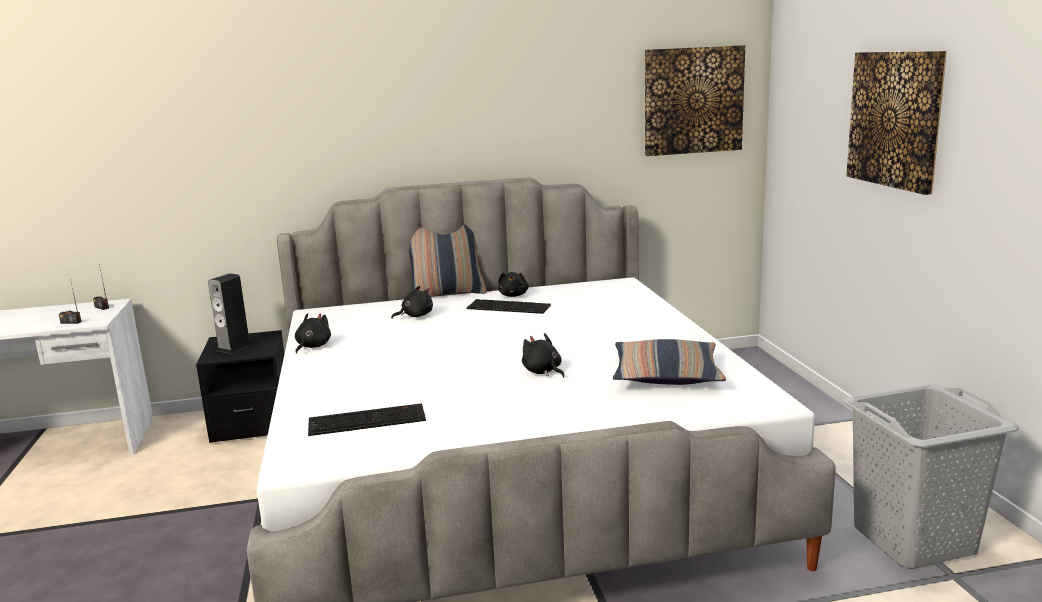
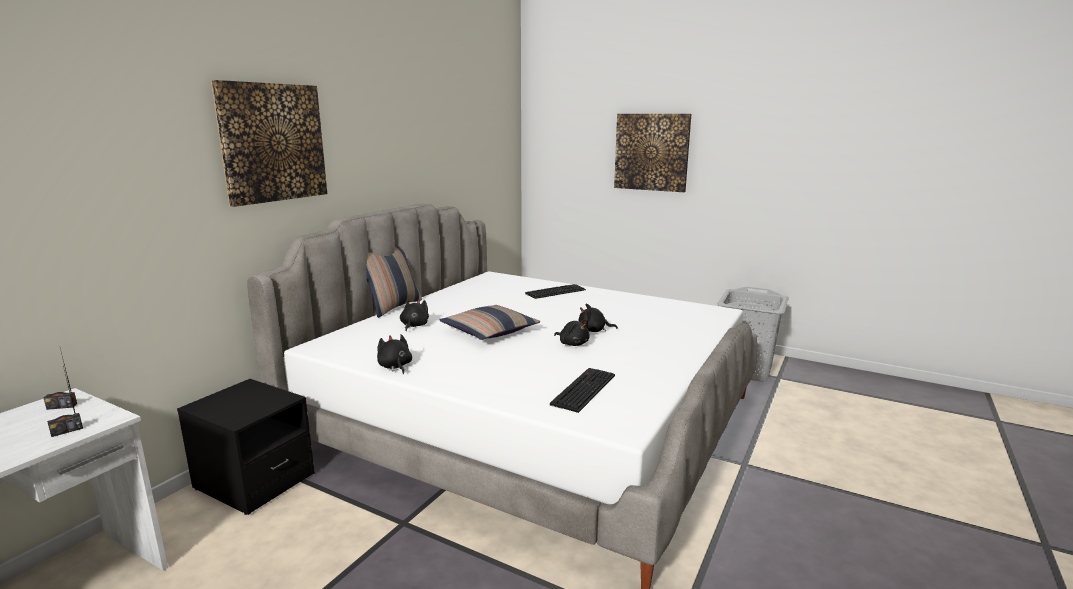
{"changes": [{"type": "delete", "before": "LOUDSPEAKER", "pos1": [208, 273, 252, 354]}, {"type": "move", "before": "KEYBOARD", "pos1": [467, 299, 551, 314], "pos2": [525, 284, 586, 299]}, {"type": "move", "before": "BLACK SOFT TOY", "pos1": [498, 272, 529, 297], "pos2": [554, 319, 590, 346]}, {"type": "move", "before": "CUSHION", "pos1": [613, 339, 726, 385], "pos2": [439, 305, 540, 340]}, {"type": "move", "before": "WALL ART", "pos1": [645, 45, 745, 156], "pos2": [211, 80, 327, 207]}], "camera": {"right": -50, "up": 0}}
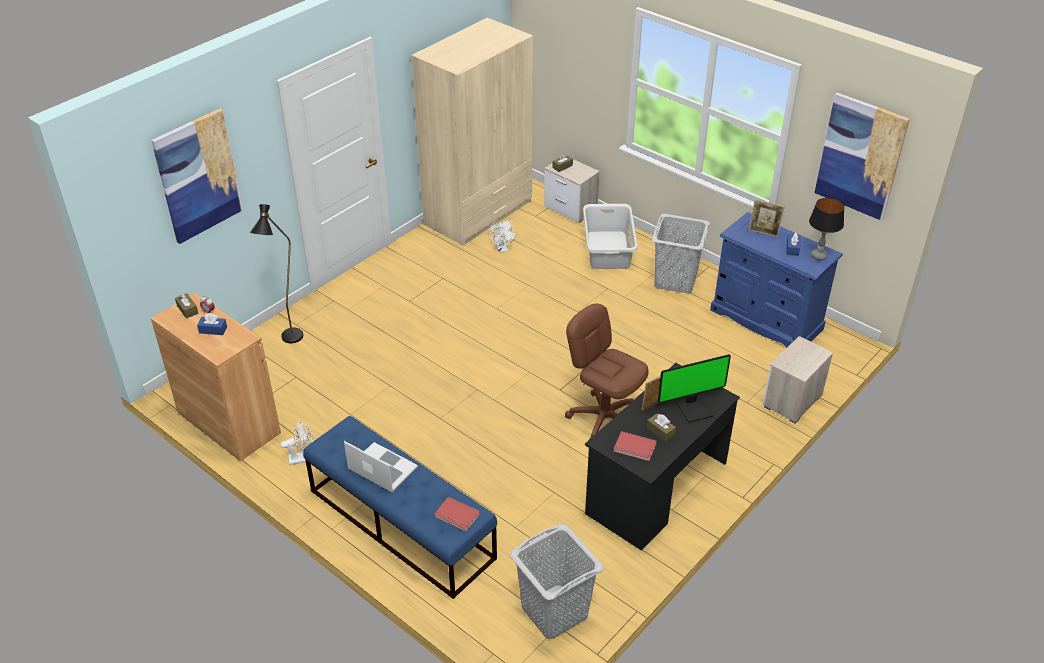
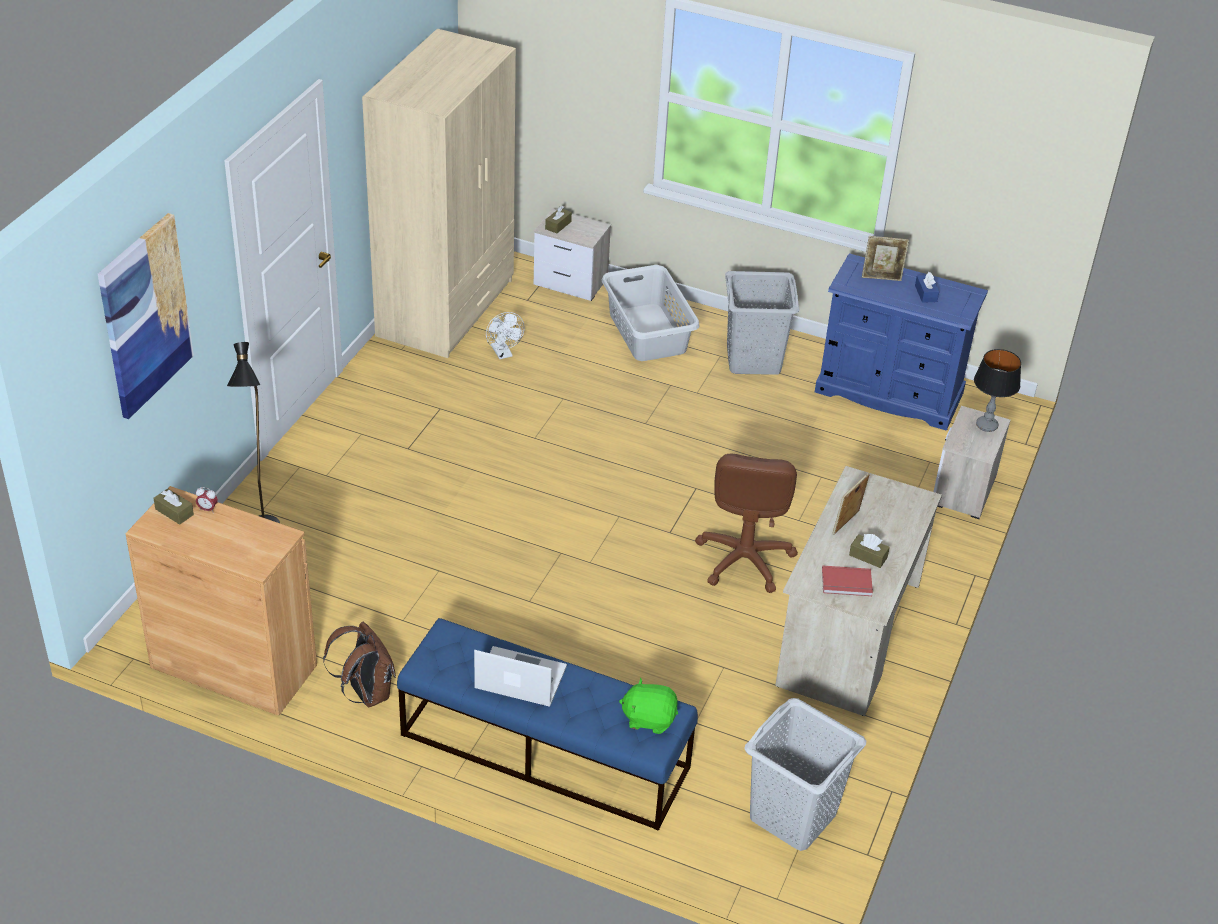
{"changes": [{"type": "delete", "before": "BLUISH BOX OF TISSUES", "pos1": [197, 313, 227, 335]}, {"type": "replace", "before": "WHITE ELECTRIC FAN", "after": "BROWNISH RUCKSACK", "pos1": [281, 422, 314, 465], "pos2": [323, 621, 396, 708]}, {"type": "replace", "before": "RED-COLOURED VOLUME", "after": "GREEN SOFT TOY", "pos1": [434, 497, 480, 531], "pos2": [619, 678, 678, 734]}, {"type": "rotate", "before": "BROWNISH COMPUTER CHAIR", "pos1": [565, 303, 649, 439], "pos2": [695, 454, 798, 593], "turn": -105}, {"type": "recolor", "before": "BLACK DESK TABLE", "after": "SAND-COLOURED DESK TABLE", "pos1": [585, 363, 740, 551], "pos2": [775, 466, 942, 716]}, {"type": "delete", "before": "COMPUTER SCREEN", "pos1": [658, 354, 731, 423]}, {"type": "move", "before": "TABLE LAMP", "pos1": [809, 198, 844, 260], "pos2": [974, 349, 1021, 432]}, {"type": "delete", "before": "WALL ART", "pos1": [814, 92, 910, 221]}], "camera": {"right": -20, "up": 0}}
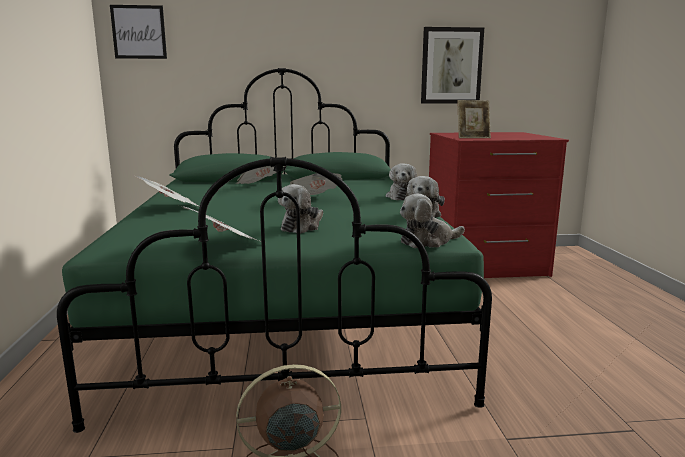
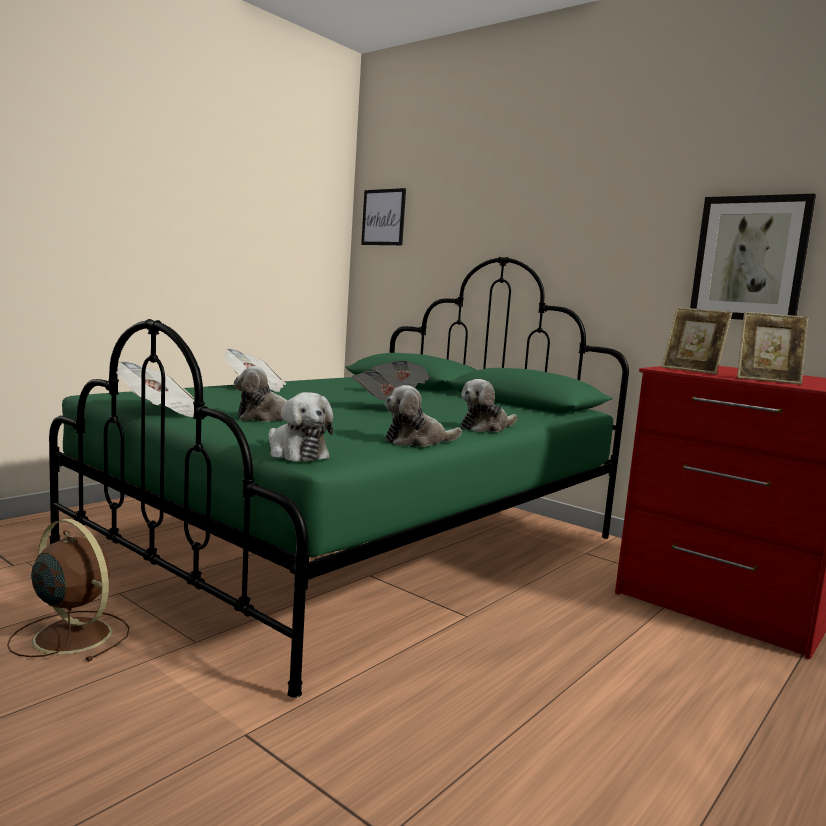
{"changes": [{"type": "rotate", "before": "SOFT TOY", "pos1": [400, 194, 465, 248], "pos2": [268, 392, 333, 462], "turn": -150}, {"type": "insert", "after": "STANDING FRAME", "pos2": [737, 312, 808, 385]}], "camera": {"right": 45, "up": -5}}
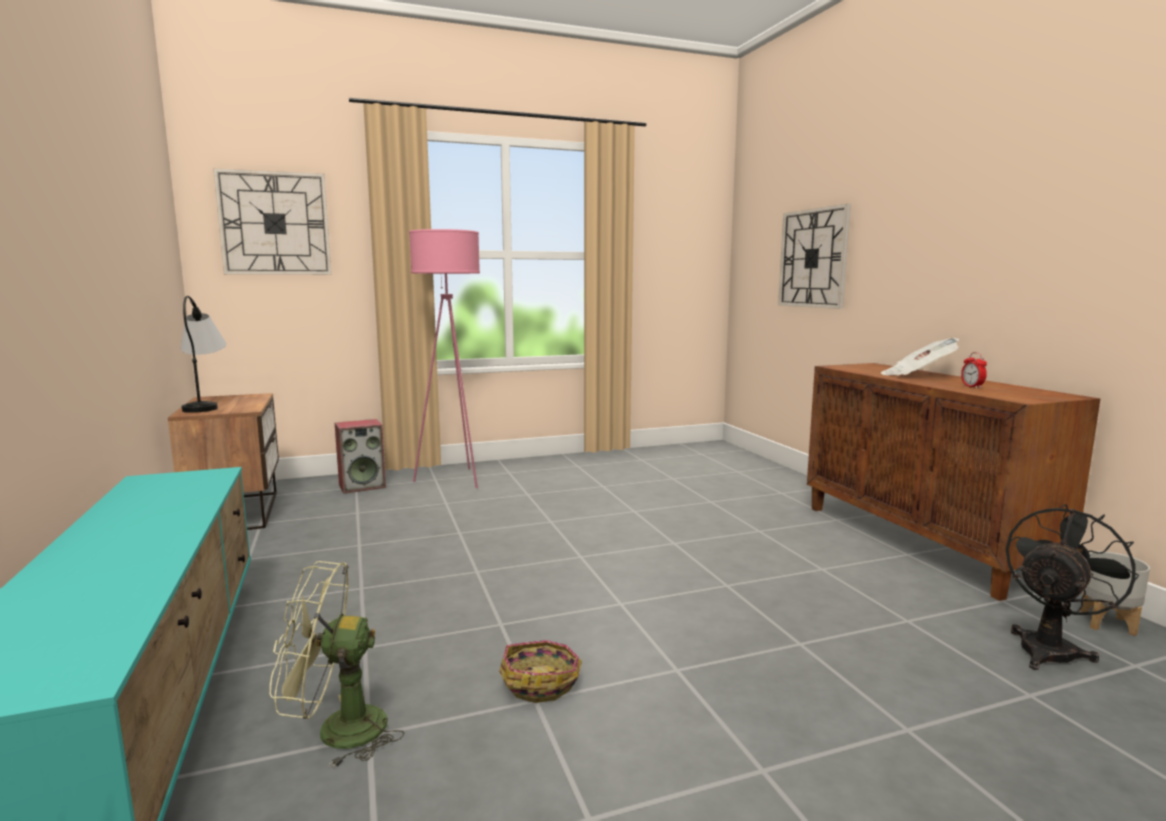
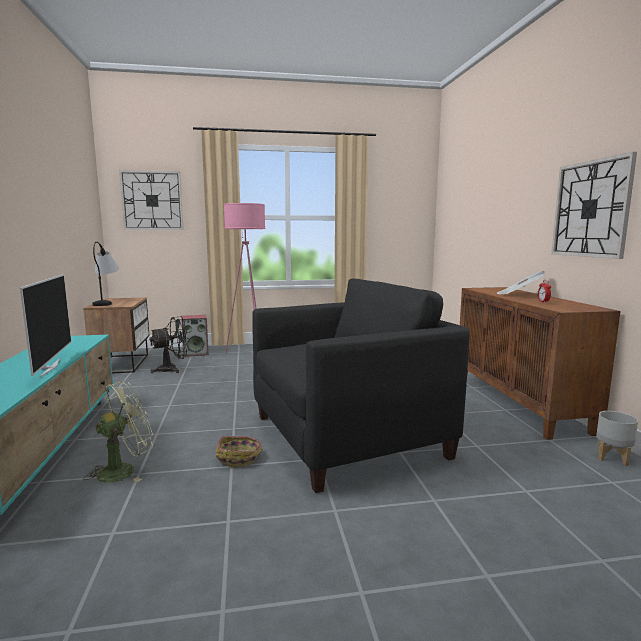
{"changes": [{"type": "rotate", "before": "GREEN ELECTRIC FAN", "pos1": [270, 561, 404, 769], "pos2": [83, 381, 153, 482], "turn": 135}, {"type": "move", "before": "WALL CLOCK", "pos1": [778, 204, 851, 309], "pos2": [551, 152, 637, 259]}, {"type": "move", "before": "BLACK ELECTRIC FAN", "pos1": [1006, 504, 1139, 670], "pos2": [149, 317, 189, 373]}, {"type": "insert", "after": "TV SET", "pos2": [20, 274, 72, 377]}, {"type": "insert", "after": "BLACK ARMCHAIR", "pos2": [252, 278, 470, 493]}], "camera": {"right": 10, "up": 0}}
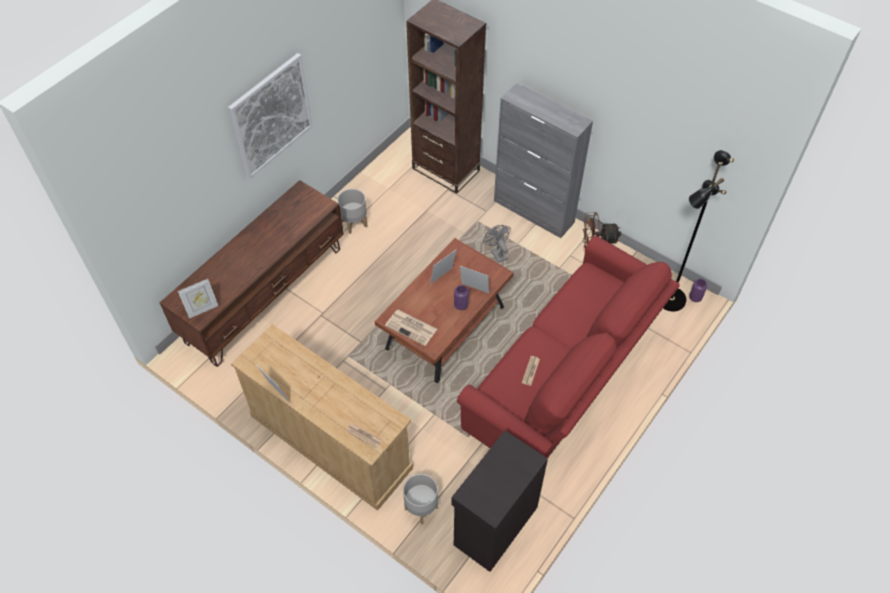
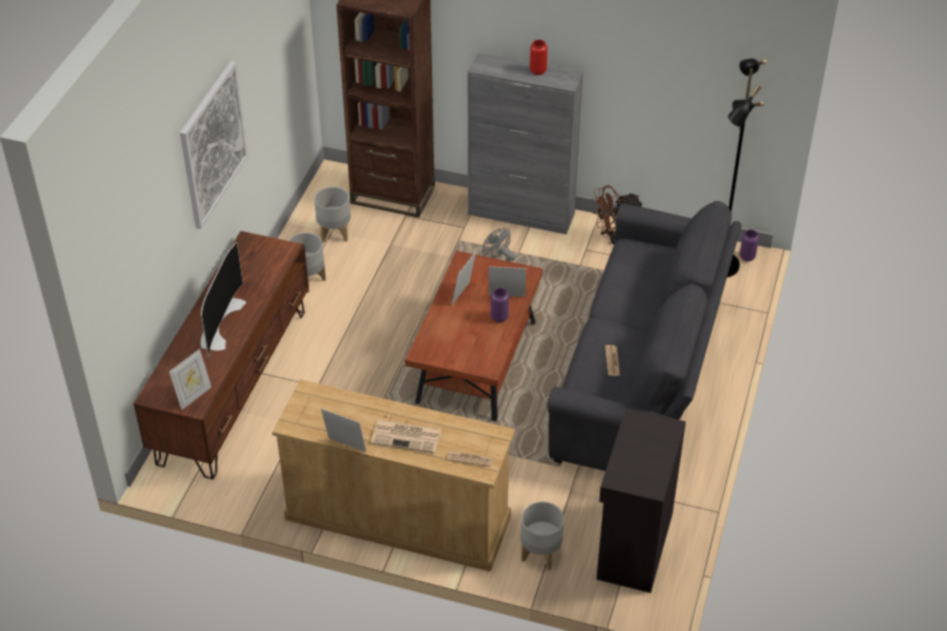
{"changes": [{"type": "move", "before": "PRINTED PAPER", "pos1": [385, 309, 437, 346], "pos2": [371, 420, 441, 453]}, {"type": "recolor", "before": "RED-COLOURED SETTEE", "after": "GREY SETTEE", "pos1": [457, 235, 680, 458], "pos2": [547, 201, 741, 471]}, {"type": "insert", "after": "TV SET", "pos2": [201, 242, 246, 358]}, {"type": "insert", "after": "GREY PLANT POT", "pos2": [314, 186, 351, 243]}, {"type": "insert", "after": "RED-COLOURED FLOWER VASE", "pos2": [530, 40, 548, 75]}], "camera": {"right": -20, "up": -10}}
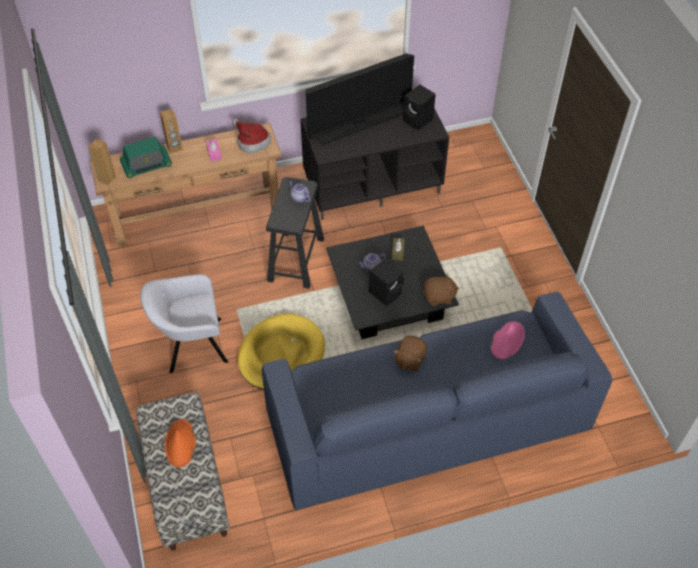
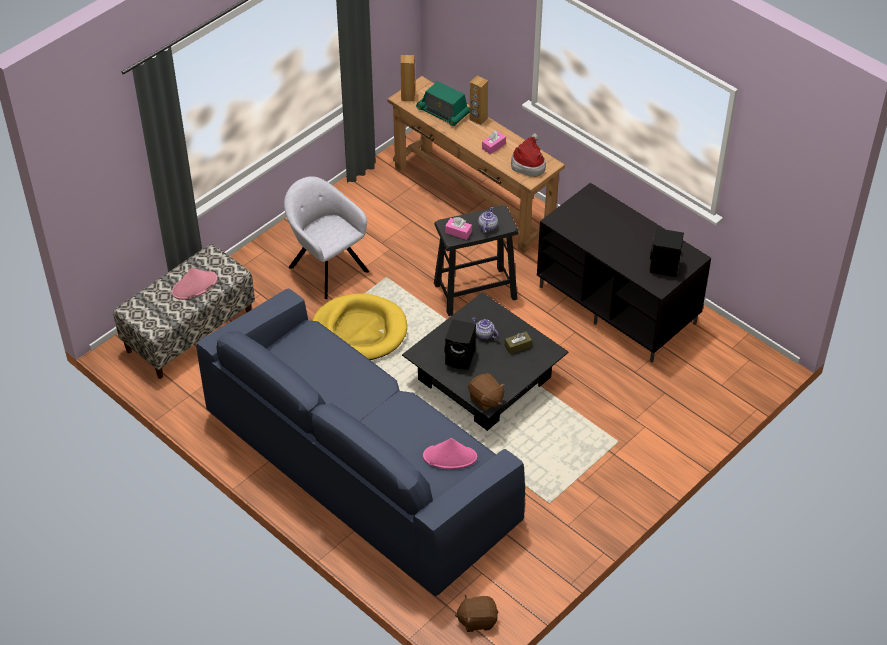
{"changes": [{"type": "recolor", "before": "ORANGE CLOTHING HAT", "after": "PINK-COLOURED CLOTHING HAT", "pos1": [165, 419, 196, 468], "pos2": [172, 268, 218, 300]}, {"type": "delete", "before": "TV SET", "pos1": [306, 53, 414, 145]}, {"type": "move", "before": "BROWNISH SOFT TOY", "pos1": [393, 336, 427, 371], "pos2": [455, 595, 498, 632]}, {"type": "insert", "after": "PINK-COLOURED BOX OF TISSUES", "pos2": [445, 217, 472, 240]}], "camera": {"right": 60, "up": -5}}
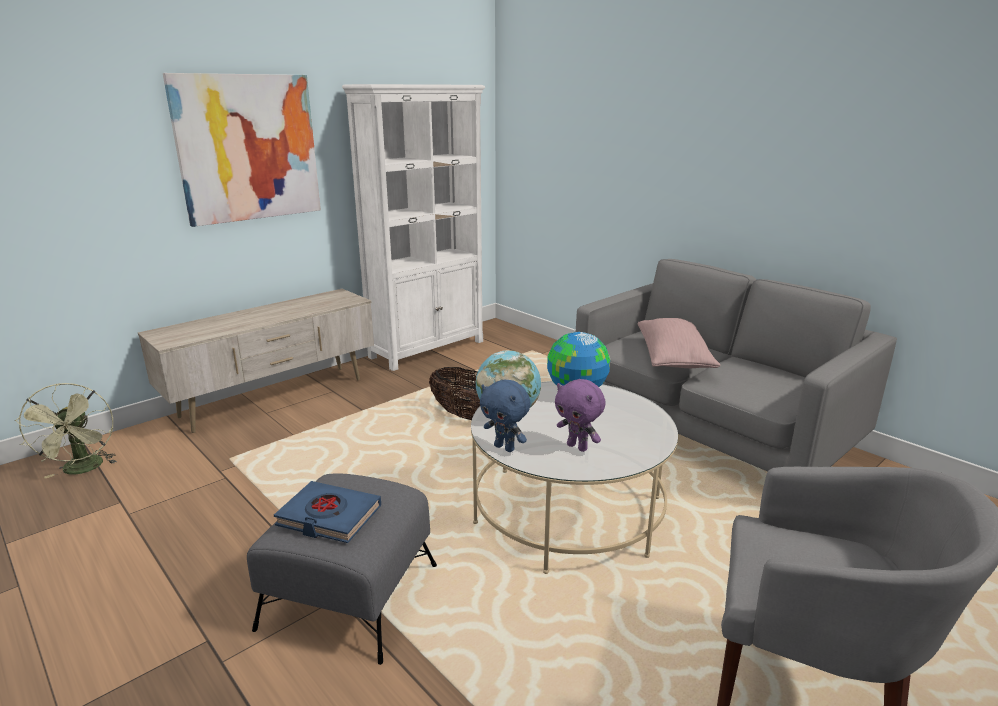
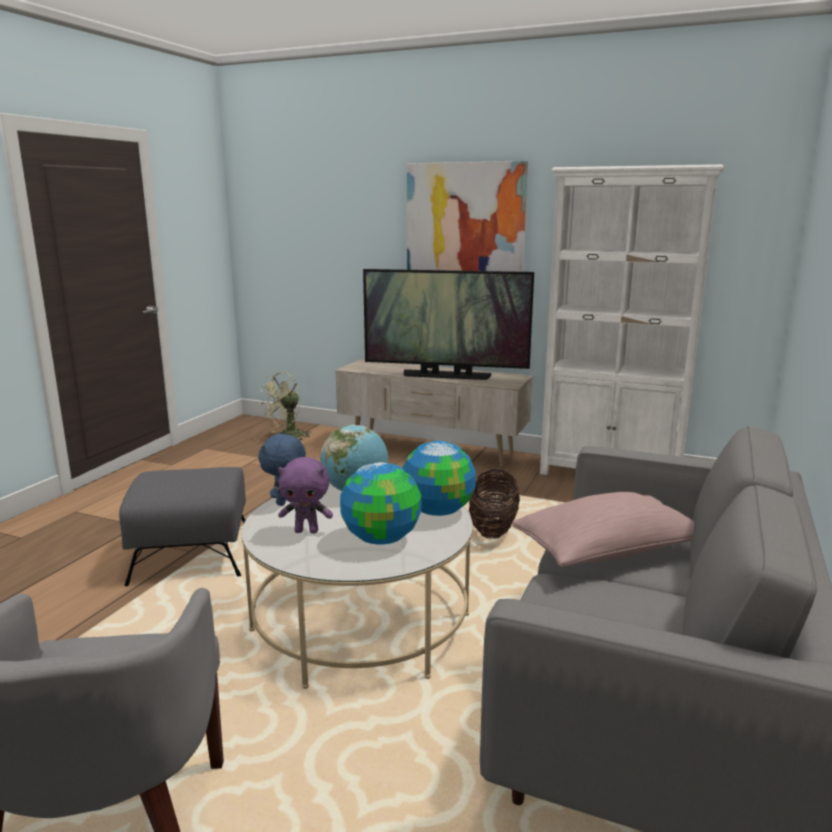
{"changes": [{"type": "delete", "before": "BLUISH VOLUME", "pos1": [274, 481, 381, 543]}, {"type": "rotate", "before": "PURPLE SOFT TOY", "pos1": [555, 379, 606, 452], "pos2": [278, 457, 333, 533], "turn": -105}, {"type": "insert", "after": "GLOBE", "pos2": [340, 462, 421, 545]}, {"type": "insert", "after": "TV SET", "pos2": [363, 269, 534, 380]}], "camera": {"right": 65, "up": -5}}
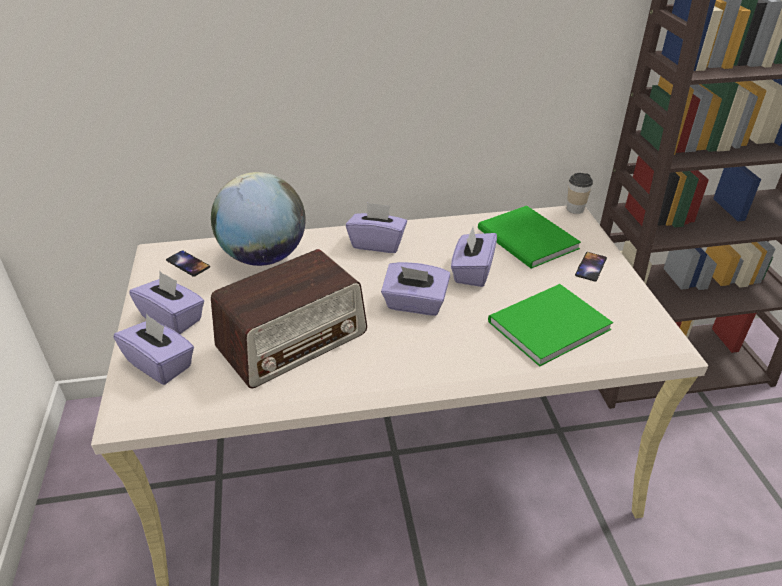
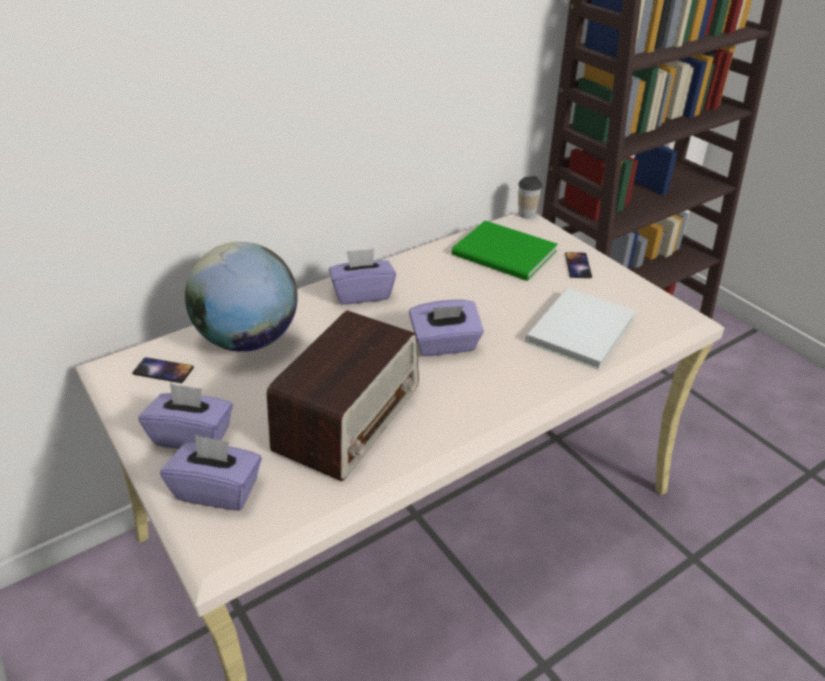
{"changes": [{"type": "delete", "before": "PURPLE BOX OF TISSUES", "pos1": [451, 227, 497, 287]}, {"type": "recolor", "before": "GREEN VOLUME", "after": "WHITE VOLUME", "pos1": [488, 284, 613, 367], "pos2": [525, 288, 636, 370]}], "camera": {"right": -25, "up": 0}}
